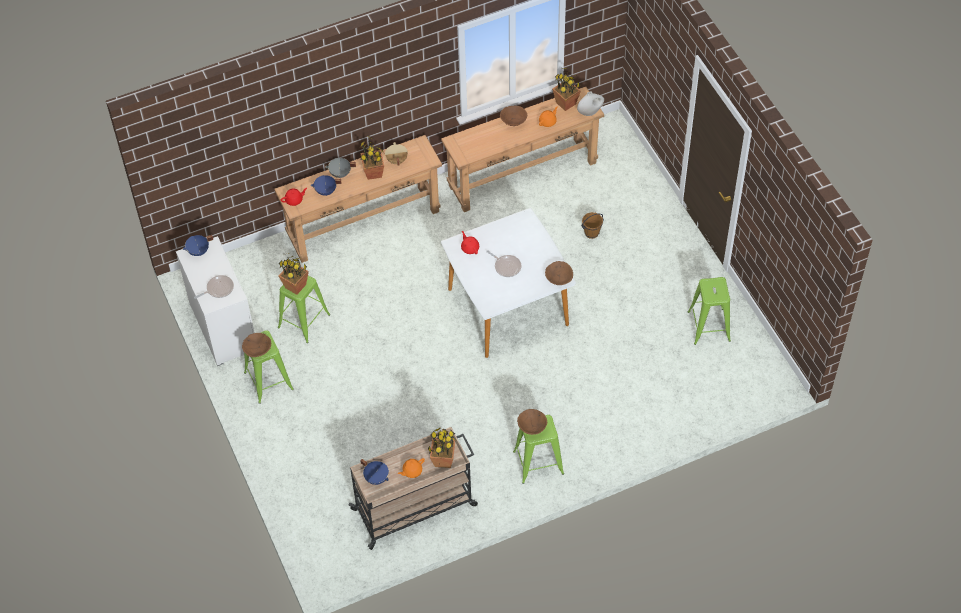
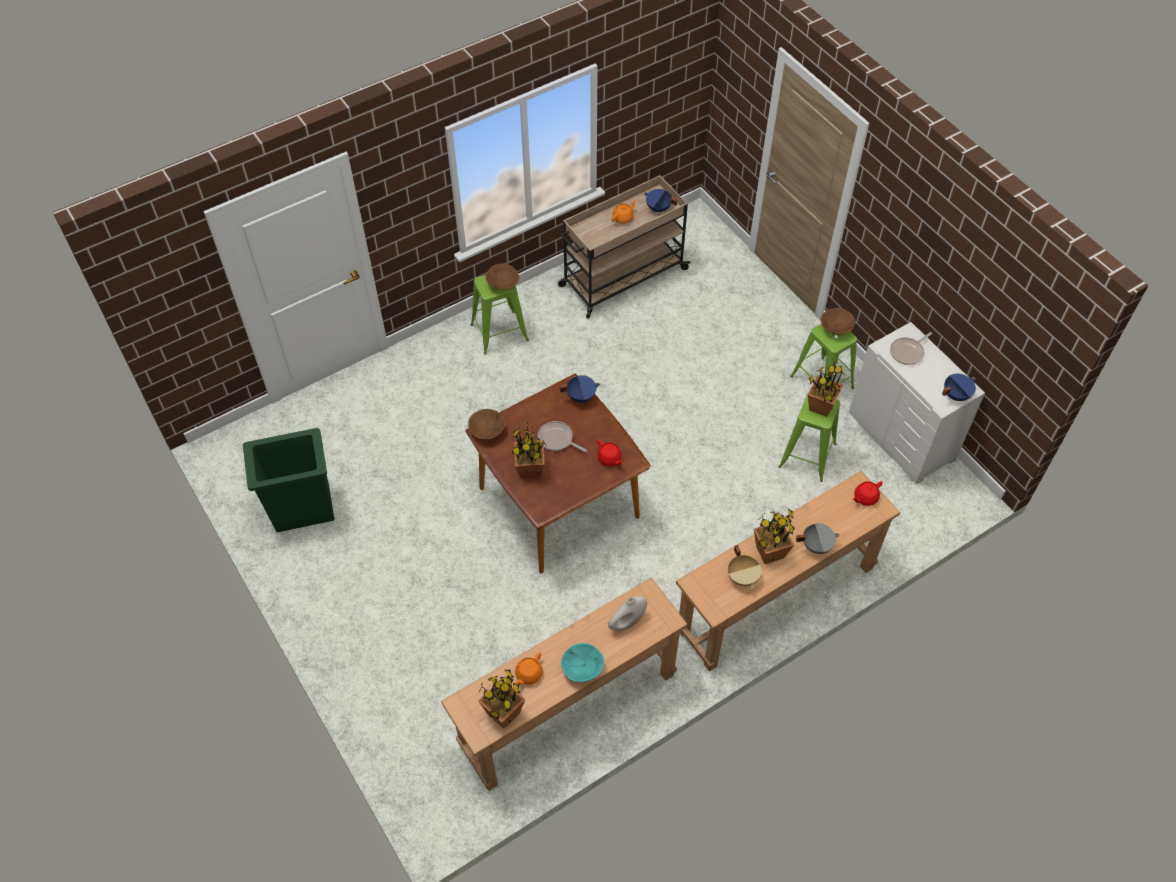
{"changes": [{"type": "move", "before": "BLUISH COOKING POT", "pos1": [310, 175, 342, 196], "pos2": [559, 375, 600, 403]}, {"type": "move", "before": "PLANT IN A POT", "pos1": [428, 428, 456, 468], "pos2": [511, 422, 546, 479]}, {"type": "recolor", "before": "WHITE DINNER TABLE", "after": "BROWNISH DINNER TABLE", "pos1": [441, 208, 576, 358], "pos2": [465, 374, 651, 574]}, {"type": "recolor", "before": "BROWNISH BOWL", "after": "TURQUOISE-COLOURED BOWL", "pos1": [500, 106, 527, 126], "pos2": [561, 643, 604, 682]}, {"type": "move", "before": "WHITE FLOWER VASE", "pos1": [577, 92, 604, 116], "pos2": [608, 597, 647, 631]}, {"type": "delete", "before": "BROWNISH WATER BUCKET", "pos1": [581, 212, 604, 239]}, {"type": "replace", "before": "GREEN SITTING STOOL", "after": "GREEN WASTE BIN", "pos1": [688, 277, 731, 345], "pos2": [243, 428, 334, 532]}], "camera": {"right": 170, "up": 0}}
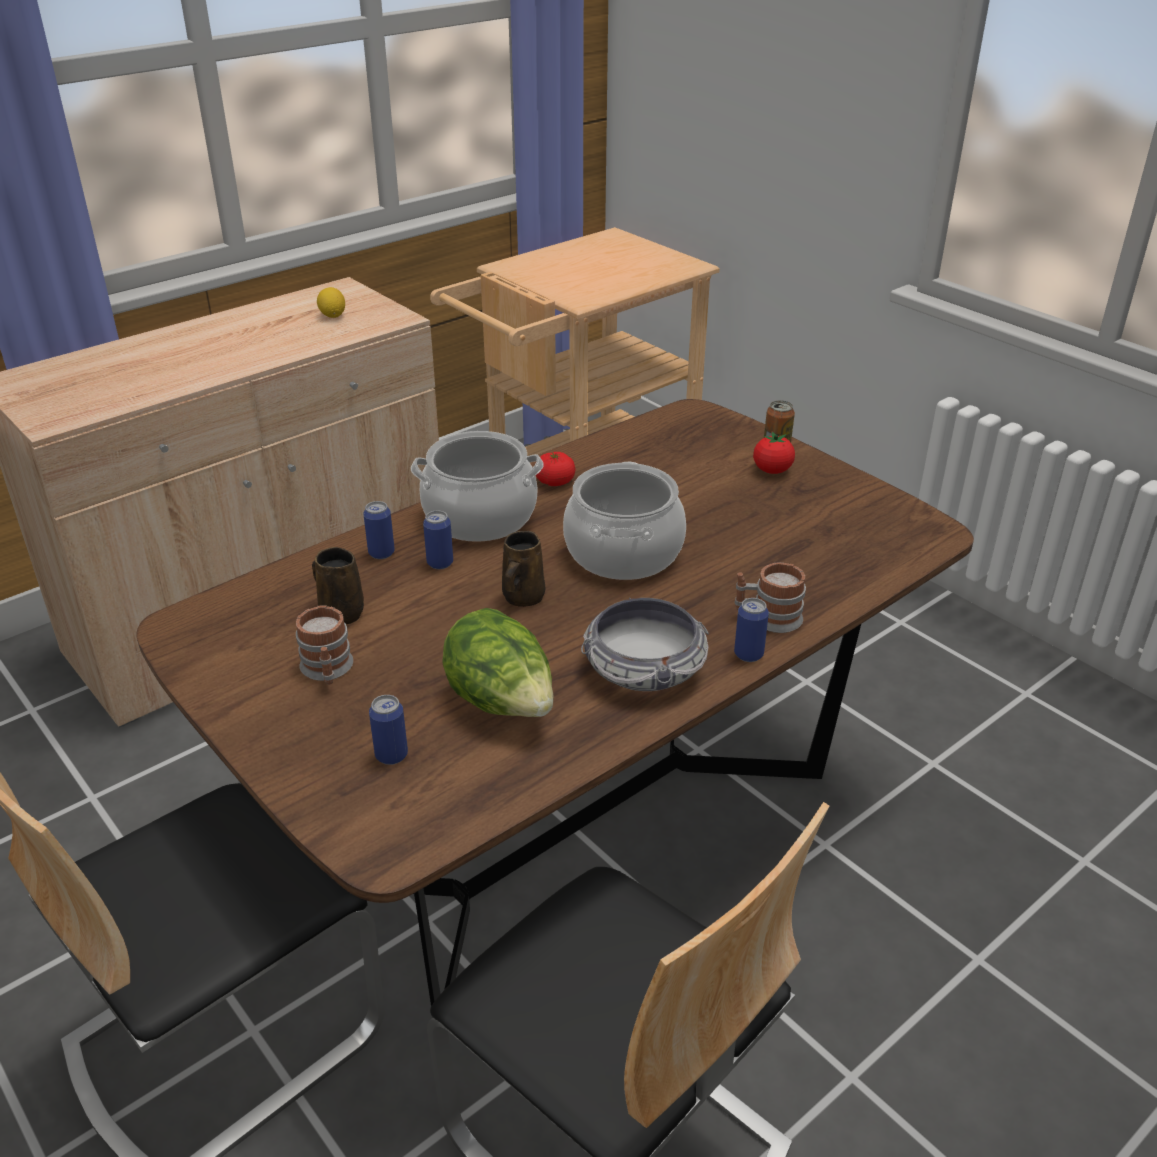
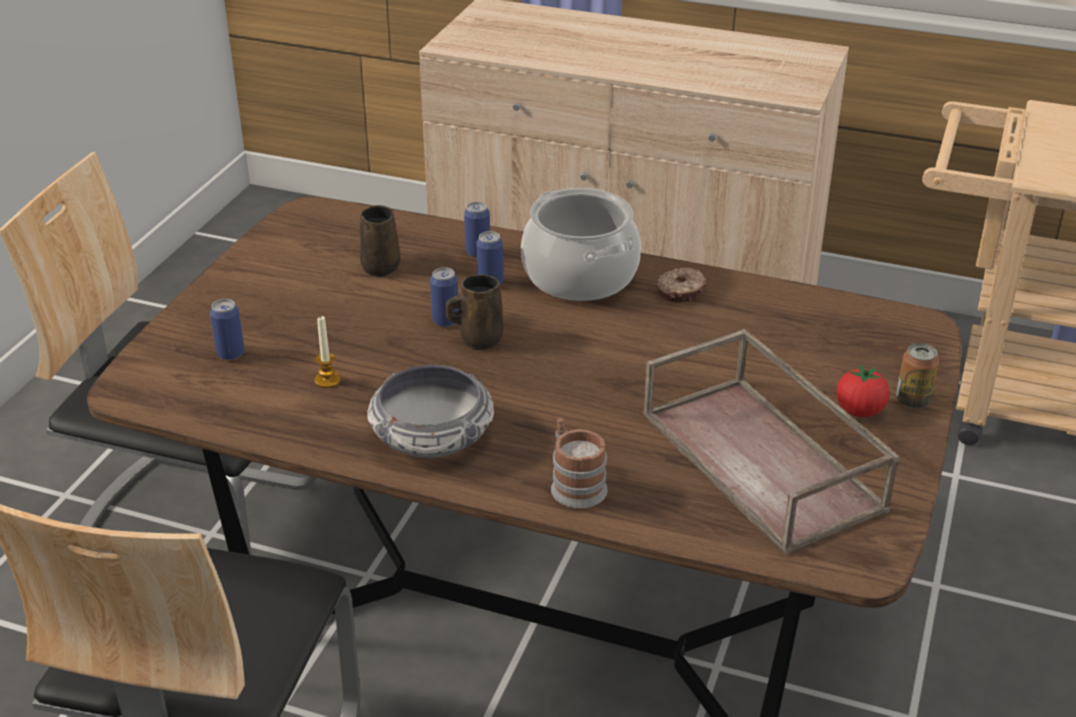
{"changes": [{"type": "delete", "before": "COFFEE MUG", "pos1": [296, 605, 353, 685]}, {"type": "delete", "before": "CITRUS FRUIT", "pos1": [317, 287, 345, 318]}, {"type": "replace", "before": "LETTUCE HEAD", "after": "WAX LIGHT", "pos1": [442, 608, 554, 717], "pos2": [315, 316, 341, 388]}, {"type": "replace", "before": "FRESH TOMATO", "after": "DONUT", "pos1": [536, 452, 575, 486], "pos2": [656, 268, 706, 302]}, {"type": "delete", "before": "COOKING POT", "pos1": [563, 462, 686, 580]}, {"type": "move", "before": "CAN", "pos1": [734, 598, 769, 662], "pos2": [430, 267, 459, 327]}, {"type": "insert", "after": "BROWNISH TRAY", "pos2": [643, 329, 900, 555]}], "camera": {"right": 60, "up": 0}}
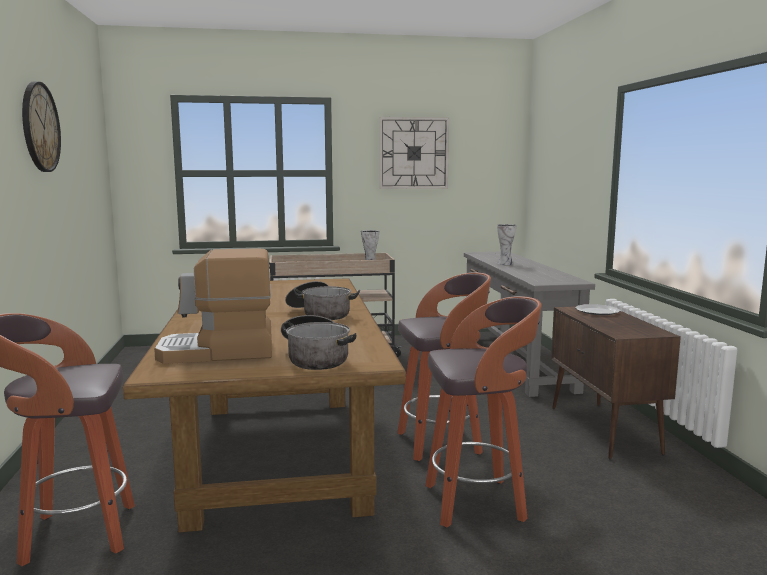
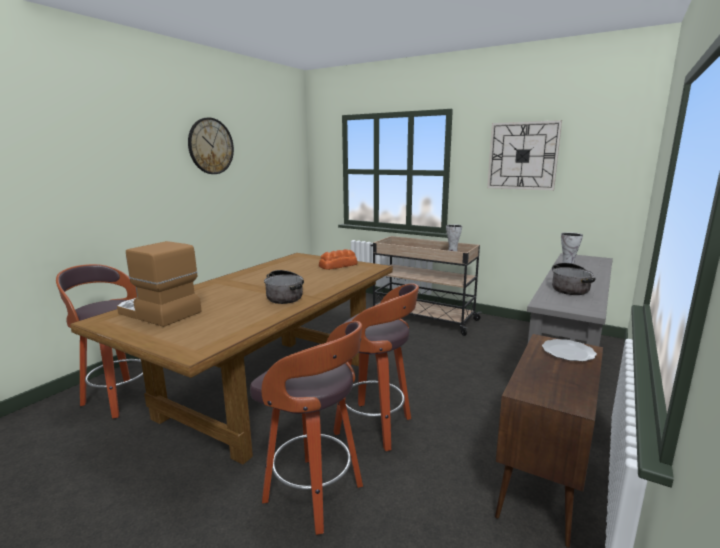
{"changes": [{"type": "move", "before": "COOKING POT", "pos1": [281, 315, 357, 370], "pos2": [552, 263, 596, 295]}, {"type": "insert", "after": "BREAD", "pos2": [319, 249, 358, 270]}], "camera": {"right": 40, "up": 5}}
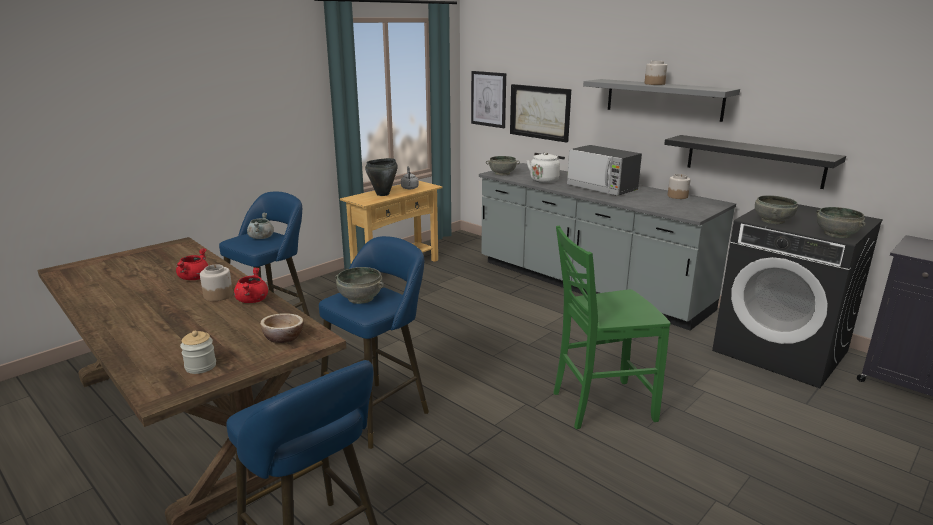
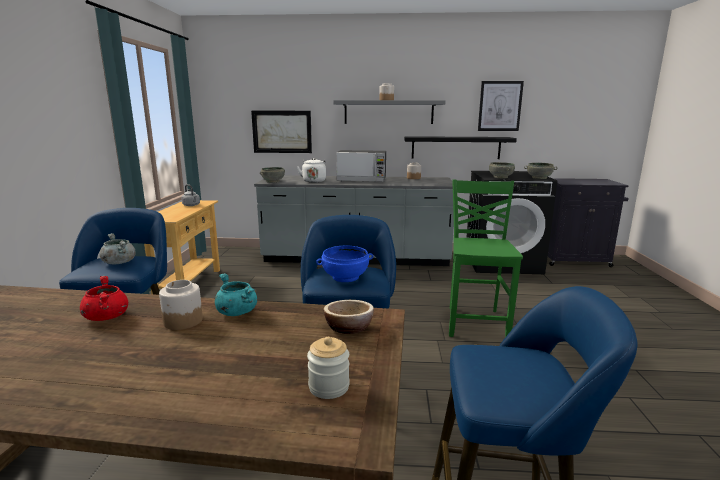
{"changes": [{"type": "recolor", "before": "RED-COLOURED COOKING POT", "after": "TURQUOISE-COLOURED COOKING POT", "pos1": [234, 268, 268, 303], "pos2": [215, 273, 257, 316]}, {"type": "recolor", "before": "GREY BOWL", "after": "BLUISH BOWL", "pos1": [335, 267, 384, 304], "pos2": [316, 246, 373, 282]}, {"type": "delete", "before": "BLACK COOKING POT", "pos1": [365, 158, 398, 196]}, {"type": "move", "before": "WALL ART", "pos1": [471, 71, 506, 128], "pos2": [478, 81, 524, 131]}, {"type": "rotate", "before": "GREEN CHAIR", "pos1": [554, 225, 671, 429], "pos2": [449, 179, 523, 337], "turn": 150}], "camera": {"right": -40, "up": -5}}
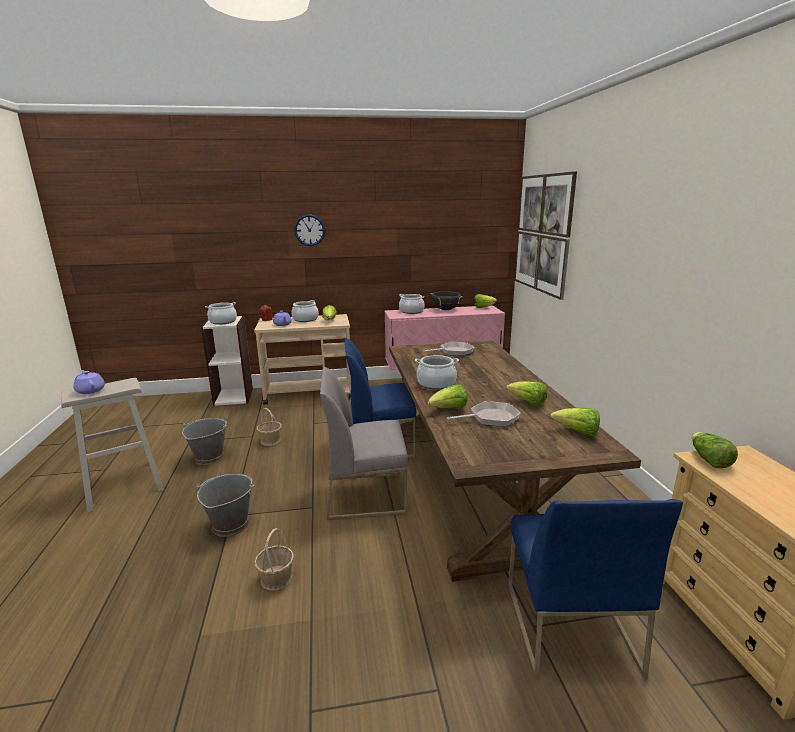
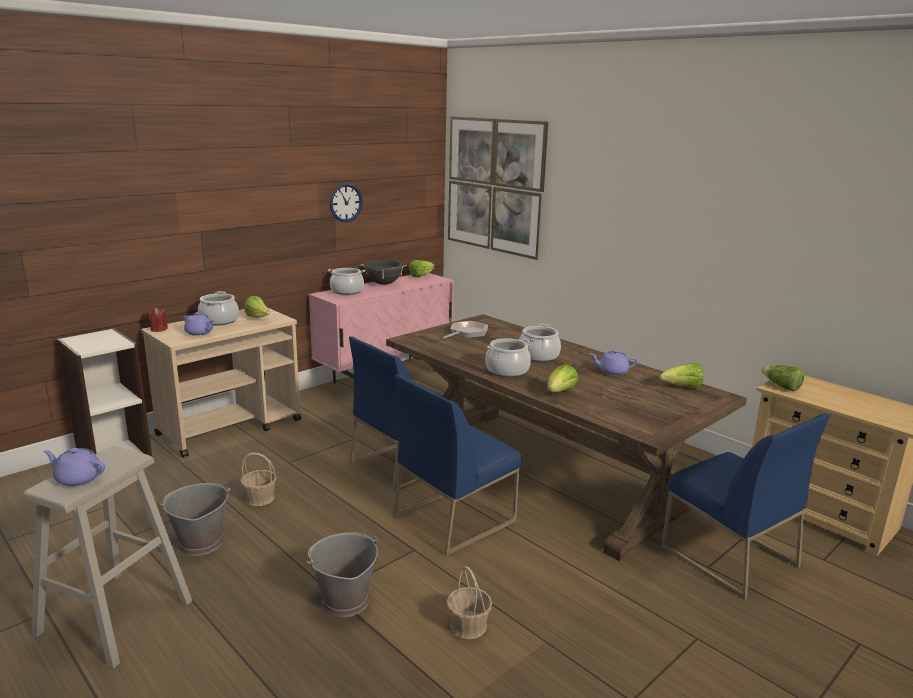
{"changes": [{"type": "move", "before": "COOKING POT", "pos1": [205, 302, 237, 325], "pos2": [519, 324, 561, 362]}, {"type": "move", "before": "WALL CLOCK", "pos1": [294, 214, 325, 246], "pos2": [330, 183, 363, 222]}, {"type": "recolor", "before": "GREY CHAIR", "after": "BLUISH CHAIR", "pos1": [320, 367, 408, 520], "pos2": [393, 375, 521, 556]}, {"type": "delete", "before": "SKILLET", "pos1": [447, 401, 521, 427]}, {"type": "replace", "before": "LETTUCE HEAD", "after": "PURPLE TEA POT", "pos1": [506, 381, 547, 407], "pos2": [590, 350, 637, 376]}], "camera": {"right": -35, "up": 0}}
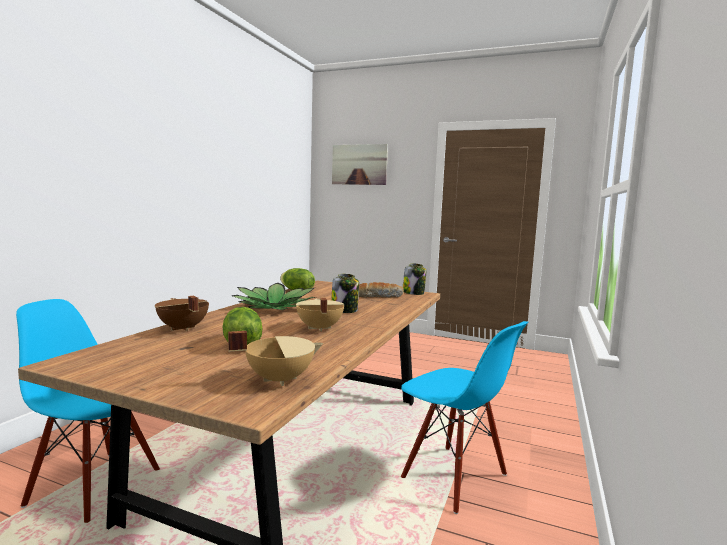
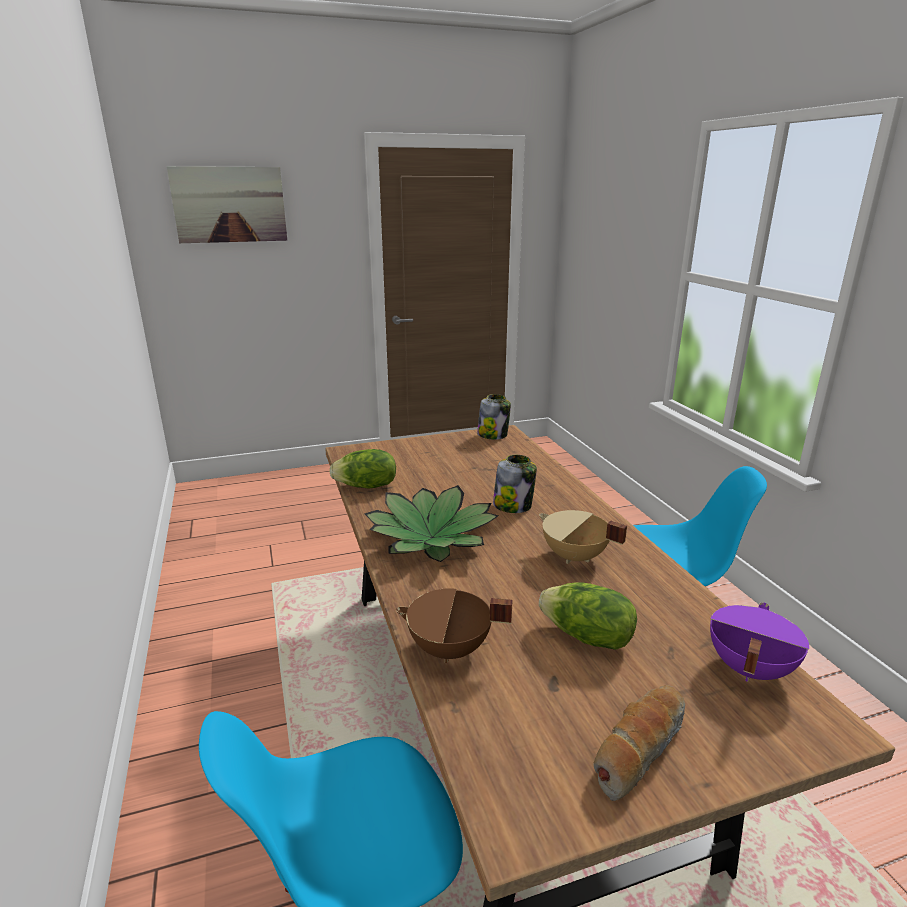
{"changes": [{"type": "recolor", "before": "SAND-COLOURED COOKING POT", "after": "PURPLE COOKING POT", "pos1": [228, 331, 323, 386], "pos2": [710, 603, 809, 682]}, {"type": "move", "before": "BREAD", "pos1": [359, 282, 404, 298], "pos2": [593, 685, 685, 801]}], "camera": {"right": -40, "up": 15}}
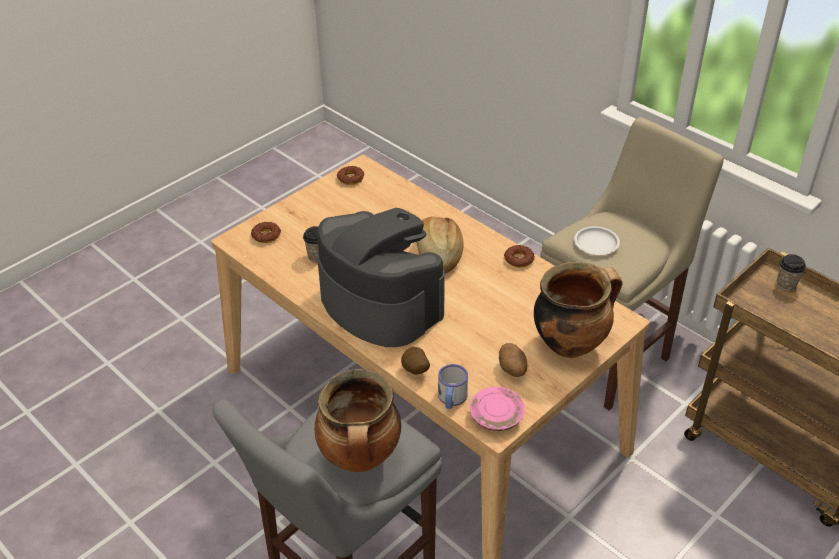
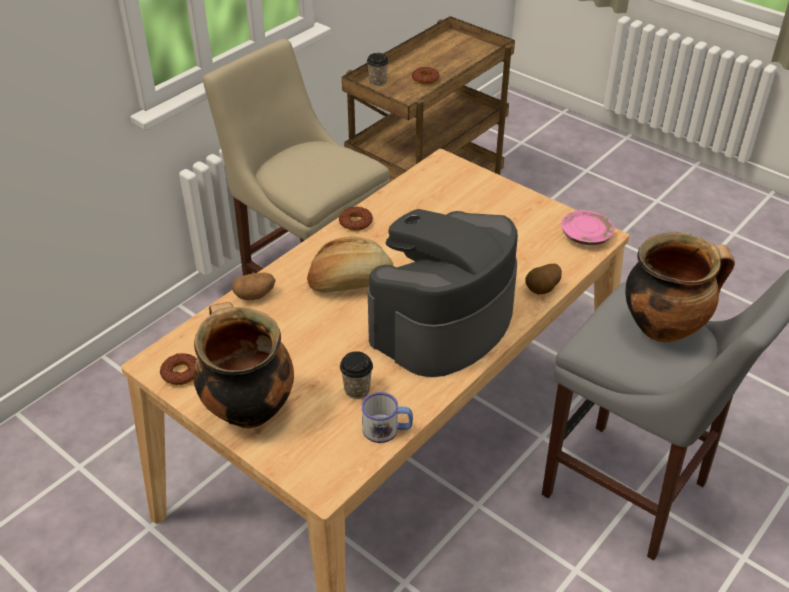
{"changes": [{"type": "move", "before": "DONUT", "pos1": [251, 222, 281, 243], "pos2": [412, 67, 439, 85]}, {"type": "move", "before": "COFFEE MUG", "pos1": [438, 364, 468, 409], "pos2": [362, 392, 413, 443]}, {"type": "move", "before": "POTATO", "pos1": [499, 343, 527, 377], "pos2": [232, 272, 276, 300]}, {"type": "move", "before": "COOKING POT", "pos1": [534, 262, 622, 358], "pos2": [193, 302, 294, 428]}, {"type": "delete", "before": "WHITE FLAT DISH", "pos1": [574, 226, 620, 255]}], "camera": {"right": -95, "up": 0}}
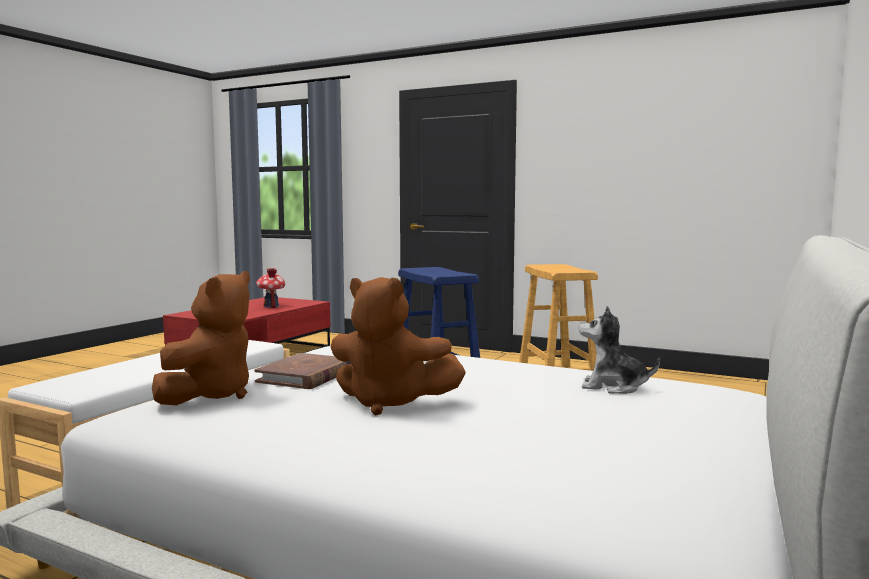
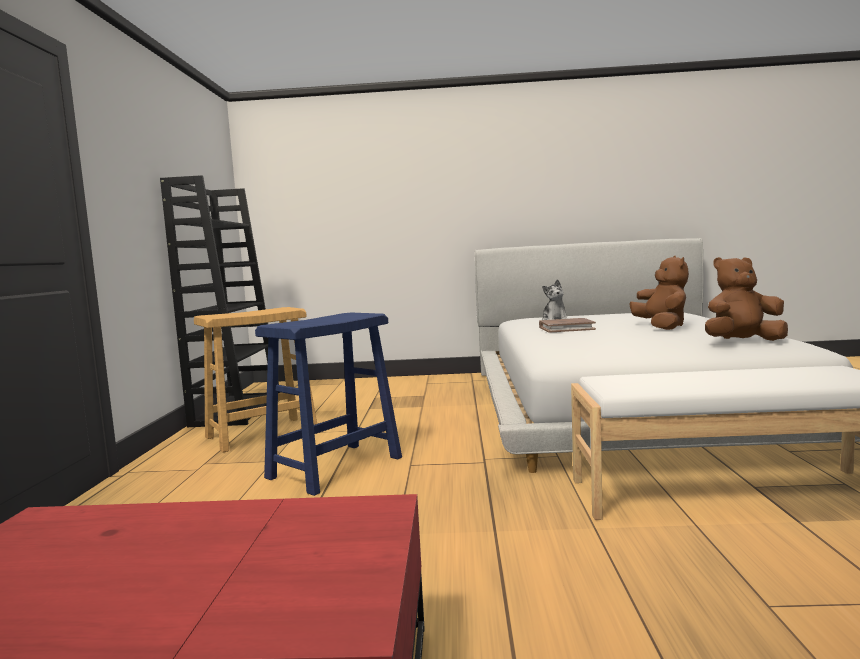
{"changes": [{"type": "move", "before": "BROWNISH VOLUME", "pos1": [255, 353, 351, 389], "pos2": [539, 318, 596, 333]}, {"type": "delete", "before": "MODEL HOUSE", "pos1": [256, 268, 285, 308]}, {"type": "insert", "after": "BLACK BOOKSHELF", "pos2": [160, 175, 280, 427]}], "camera": {"right": -115, "up": 0}}
